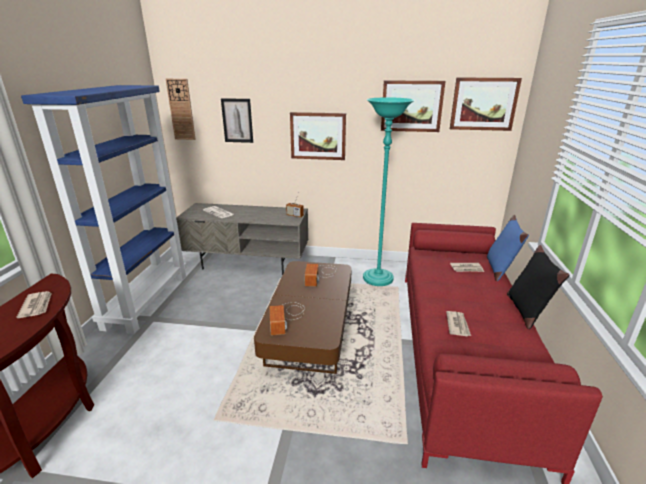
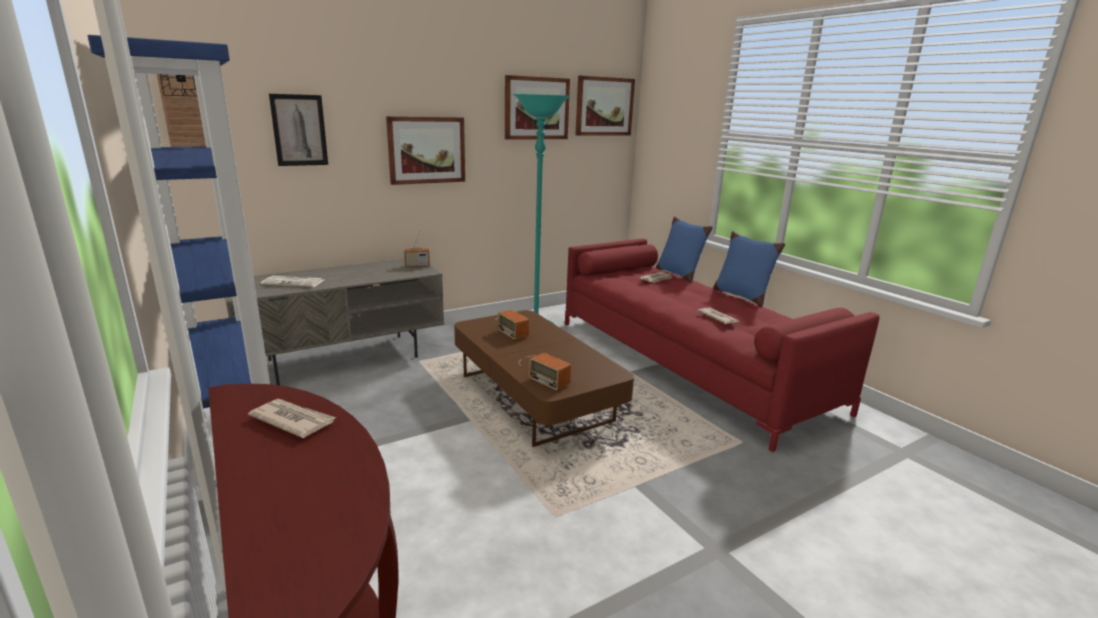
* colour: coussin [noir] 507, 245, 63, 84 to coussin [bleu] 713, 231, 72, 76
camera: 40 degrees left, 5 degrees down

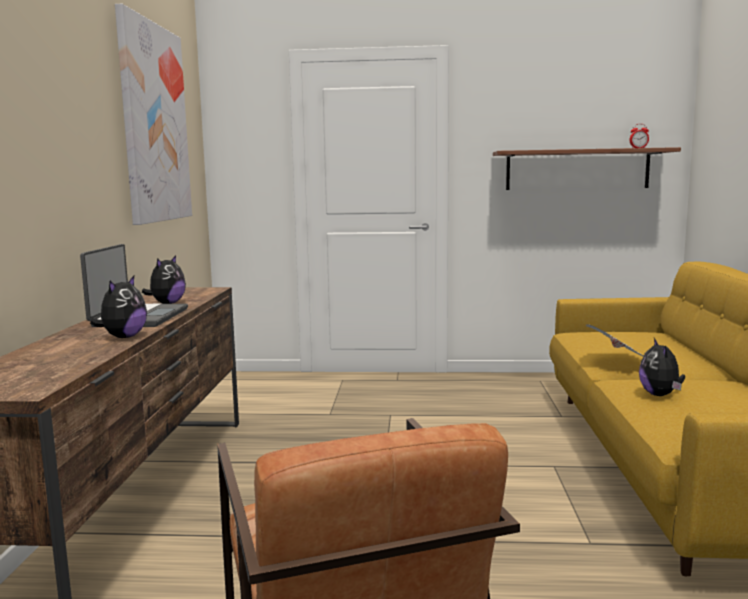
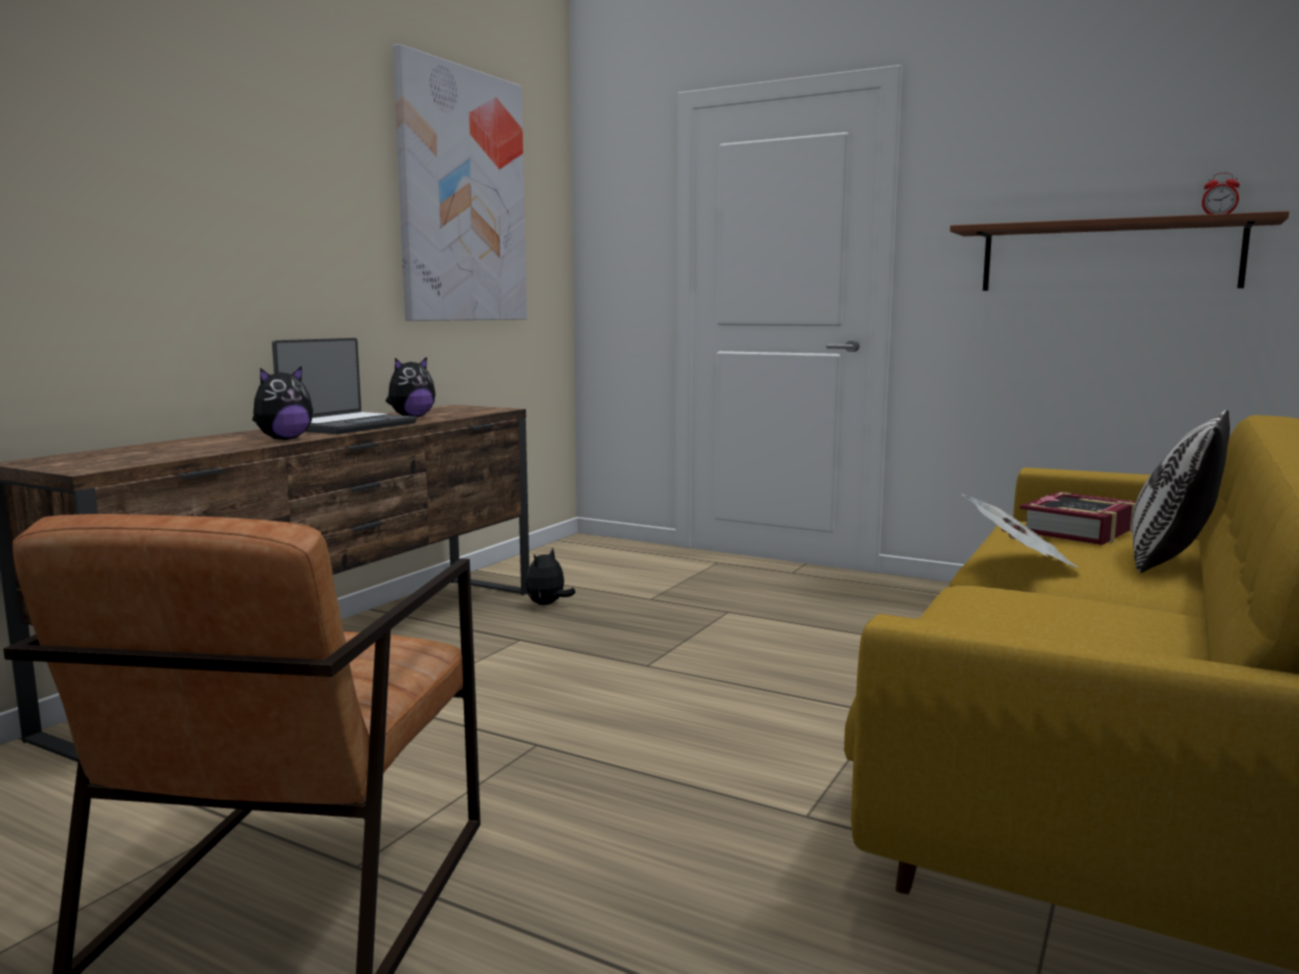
* appeared: livre 1020, 492, 116, 53
* appeared: coussin 1132, 410, 98, 163
* relocated: peluche 639, 338, 46, 58 to 525, 547, 51, 58
camera: 25 degrees right, 0 degrees up

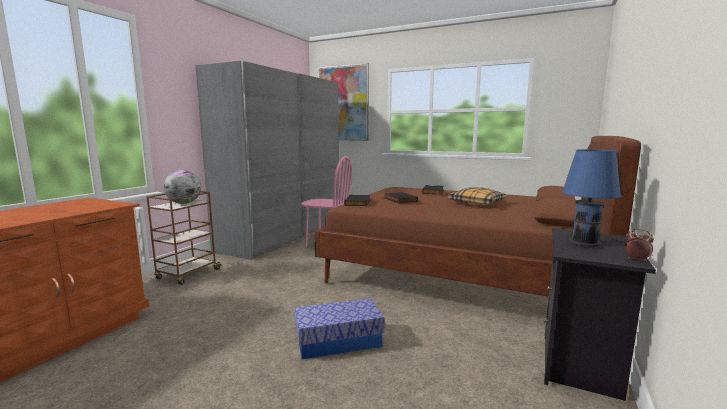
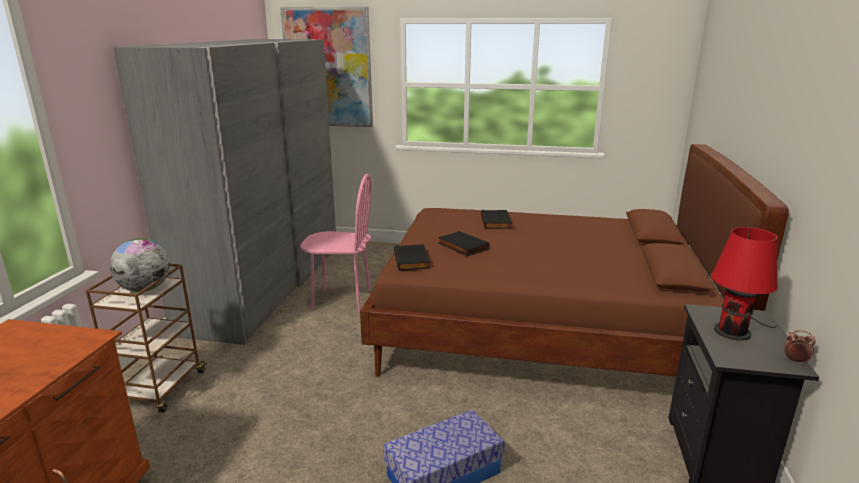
* missing: coussin 448, 187, 58, 19
* colour: lampe de table [bleu] 562, 149, 62, 98 to lampe de table [rouge] 711, 227, 67, 114
camera: 15 degrees left, 10 degrees up

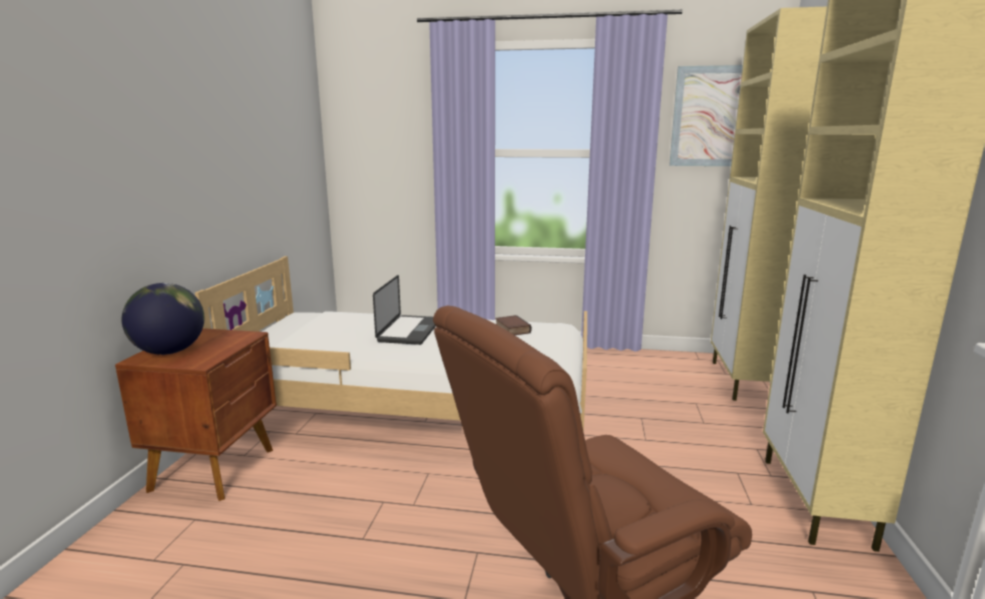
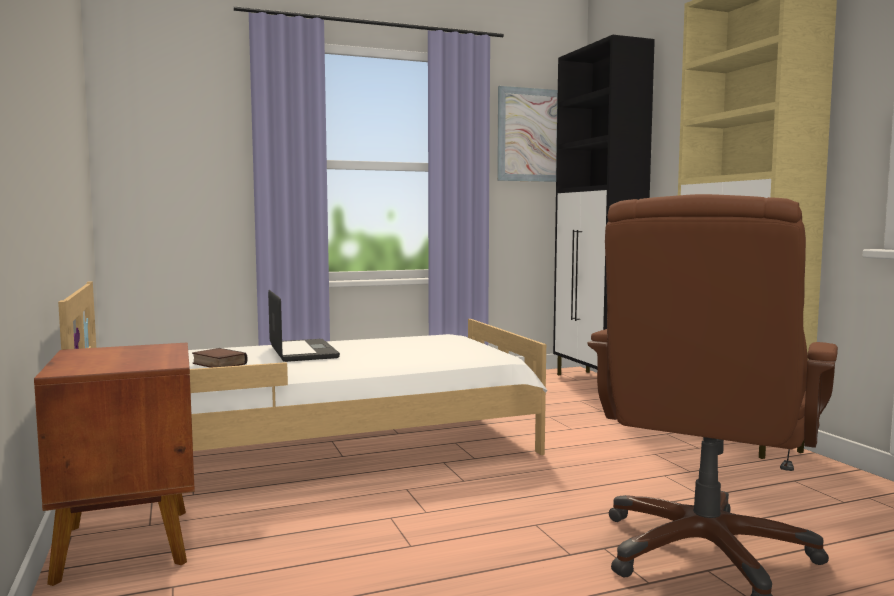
* missing: globe 122, 283, 82, 72
* relocated: livre 495, 315, 37, 20 to 192, 348, 56, 20
* colour: meuble de rangement [beige] 711, 7, 116, 394 to meuble de rangement [noir] 553, 35, 102, 340
camera: 30 degrees left, 10 degrees down

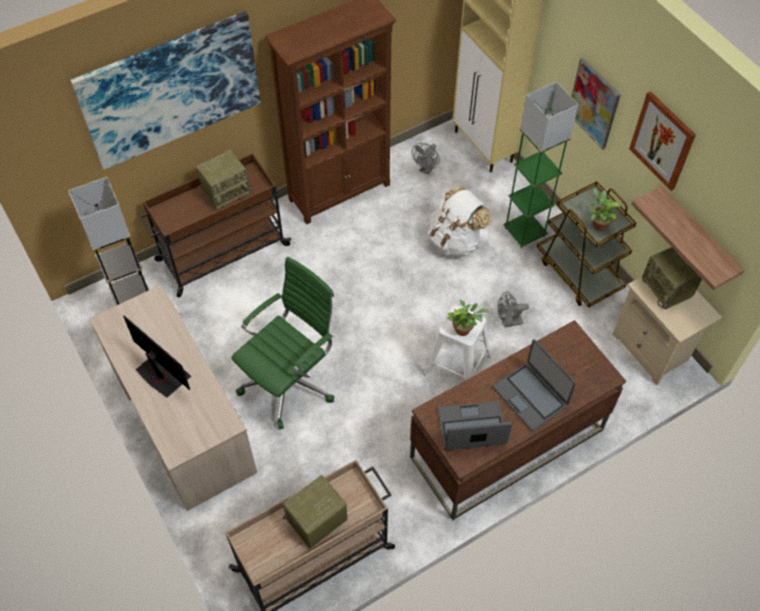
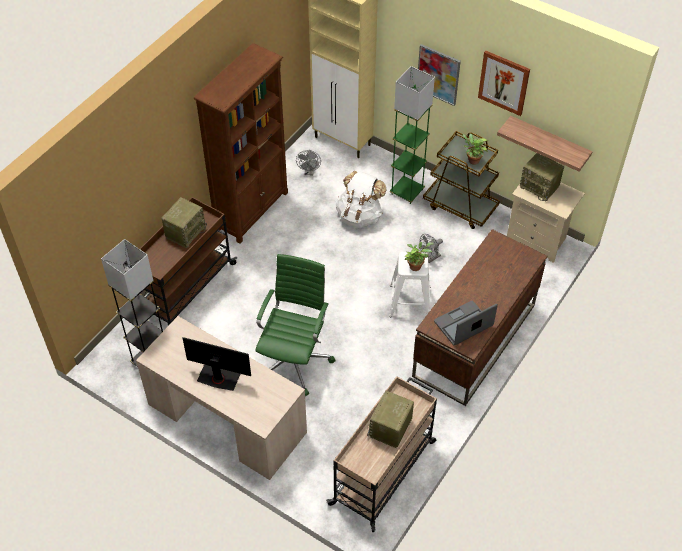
* missing: tableau 70, 11, 191, 159
* missing: ordinateur portable 493, 339, 83, 92
camera: 25 degrees left, 5 degrees down

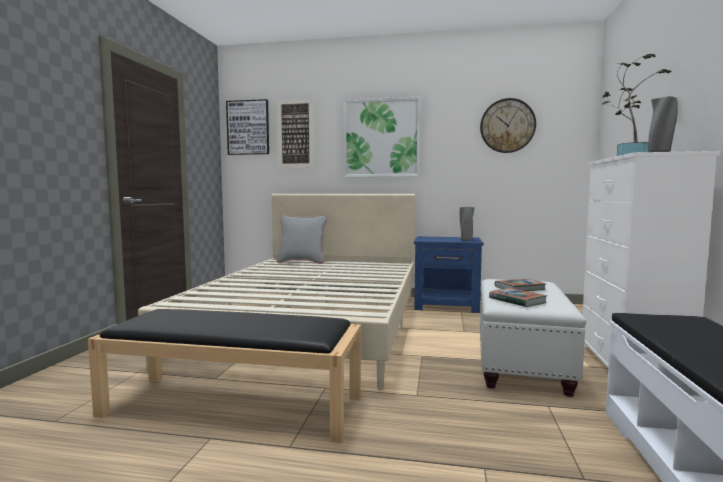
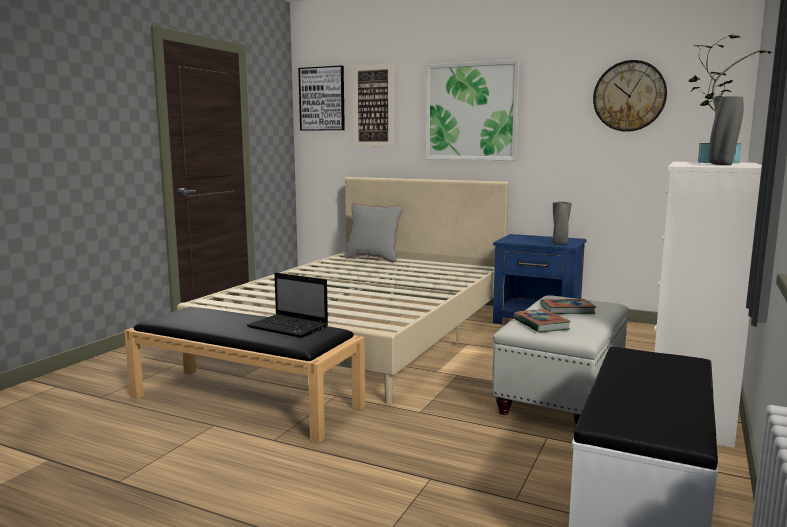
* appeared: ordinateur portable 247, 273, 81, 65
camera: 15 degrees right, 5 degrees up

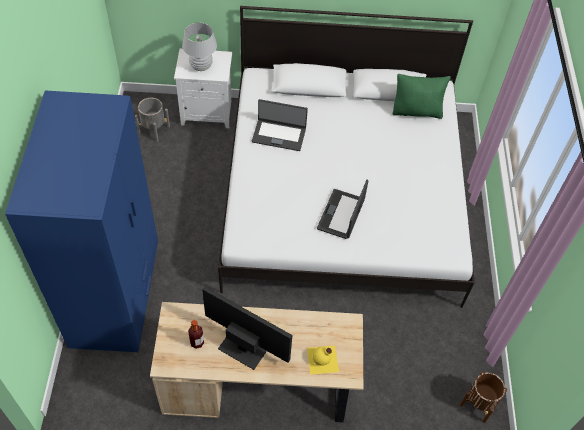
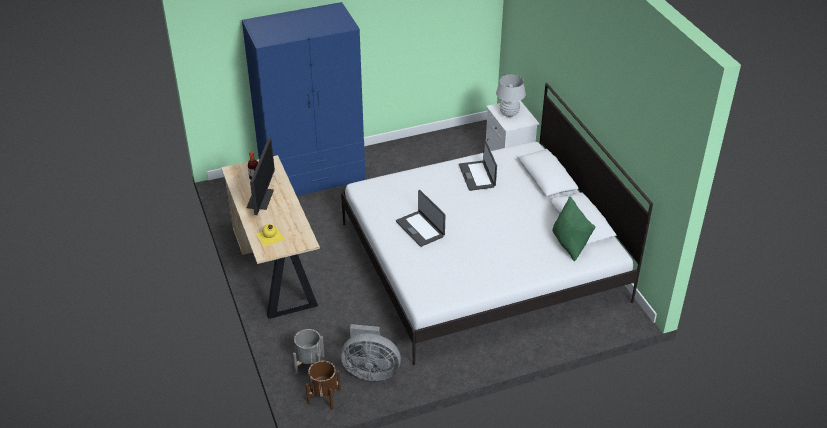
* appeared: ventilateur [gris] 341, 324, 60, 57
* relocated: cache-pot [gris] 135, 98, 35, 44 to 293, 329, 31, 45
* spun: ordinateur portable 317, 180, 51, 59 = 396, 190, 49, 57 120 degrees counterclockwise
camera: 70 degrees right, 15 degrees down

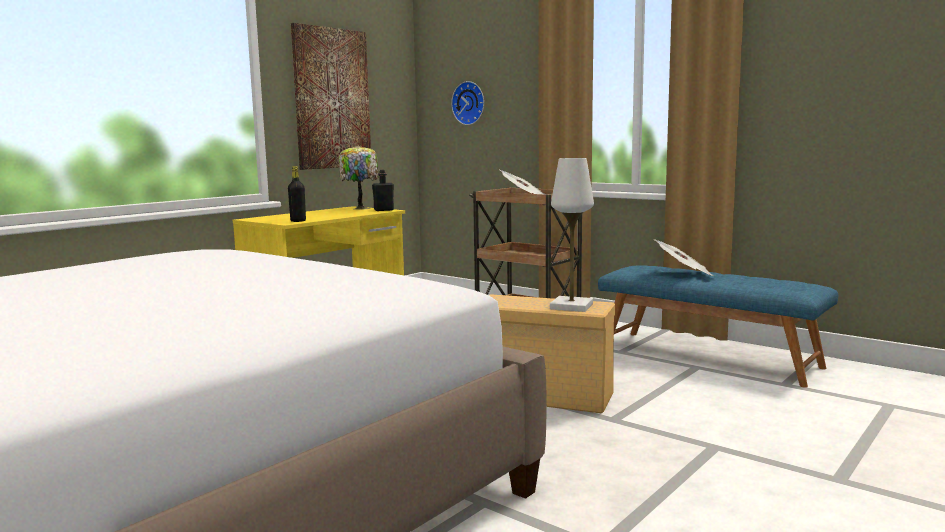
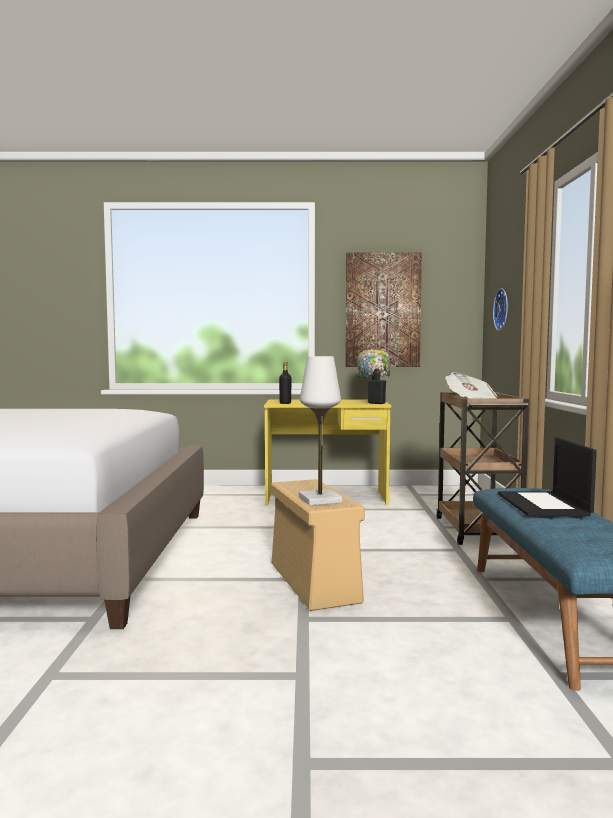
* exchanged: journal 653, 239, 60, 37 to ordinateur portable 498, 437, 99, 79
camera: 50 degrees right, 5 degrees down

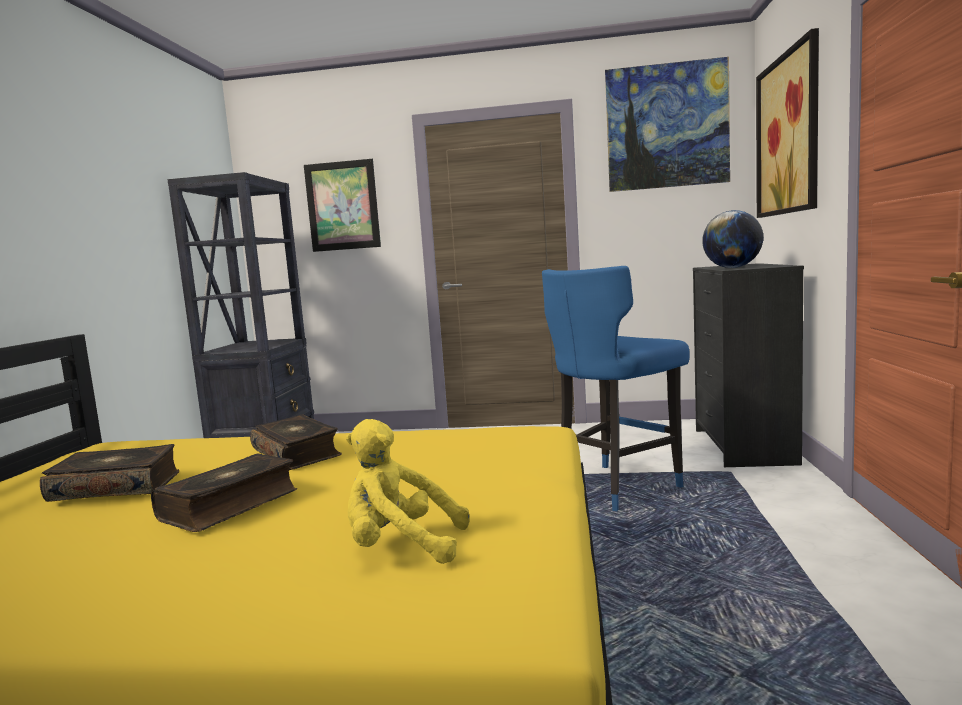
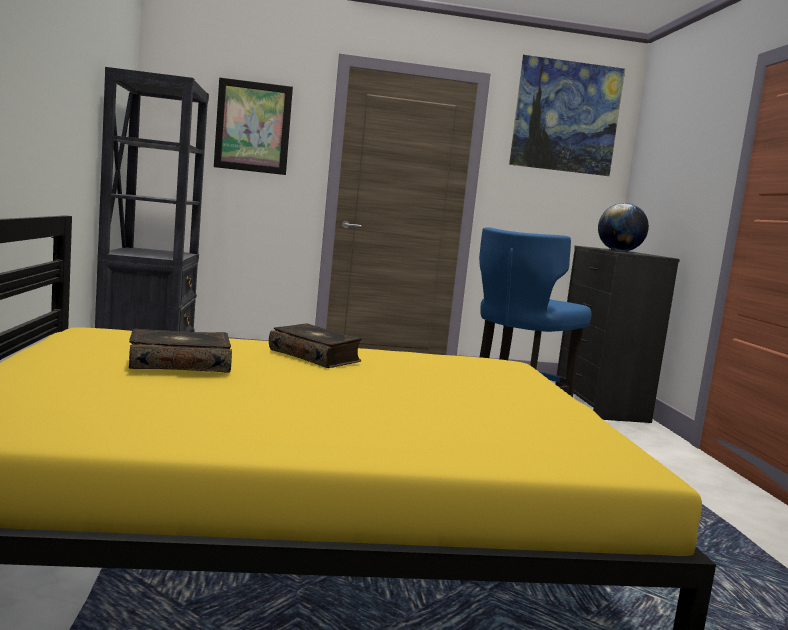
* missing: livre 151, 453, 146, 79
* missing: peluche [jaune] 346, 419, 123, 145
* missing: tableau 756, 28, 63, 190
camera: 15 degrees left, 0 degrees up

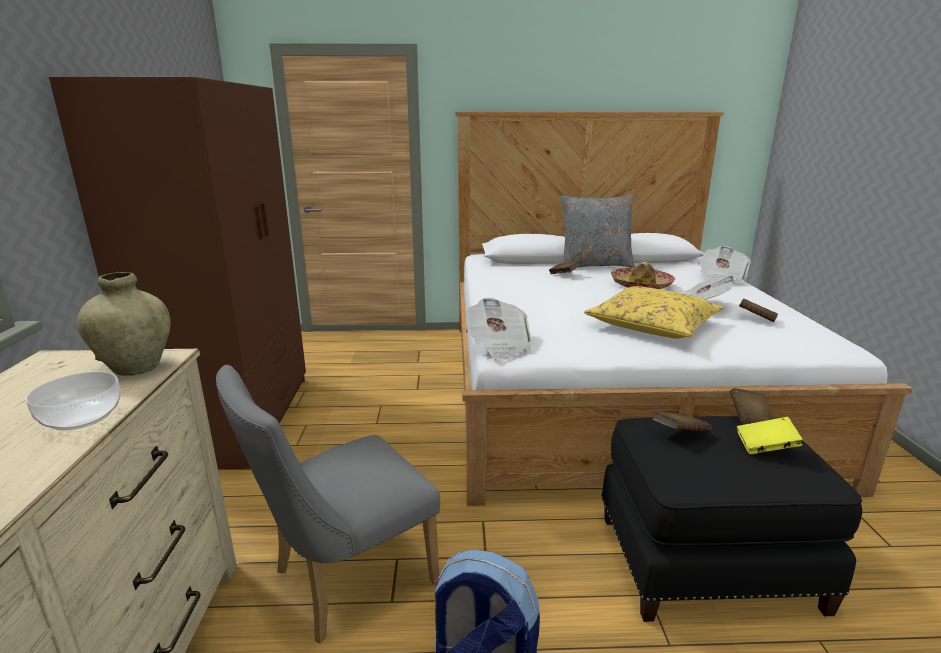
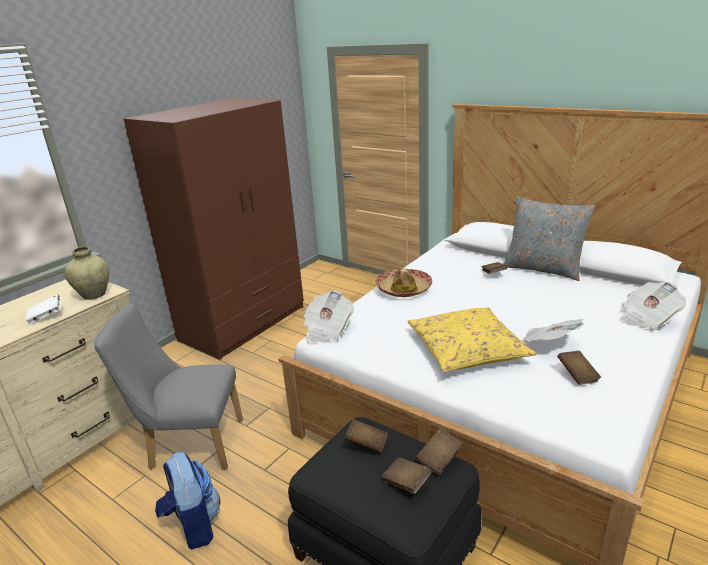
* relocated: chapeau 611, 262, 64, 27 to 375, 268, 57, 29
* exchanged: bol 26, 372, 95, 59 to livre [blanc] 26, 294, 35, 30
* colour: livre [jaune] 737, 417, 66, 37 to livre [marron] 382, 457, 50, 37
camera: 40 degrees right, 5 degrees up

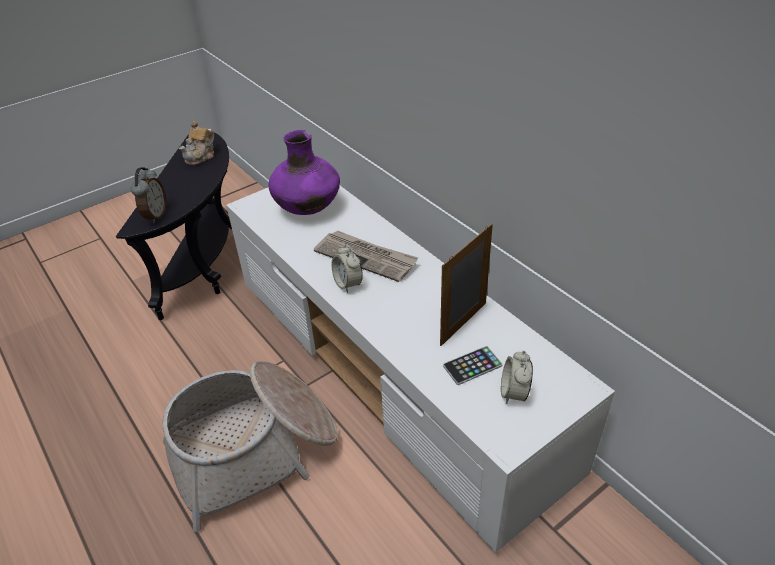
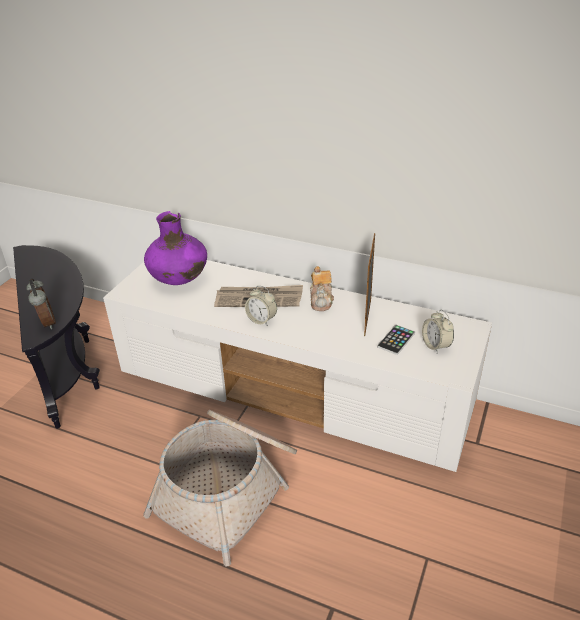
* relocated: théière 179, 121, 35, 44 to 310, 266, 24, 45
camera: 30 degrees left, 5 degrees down

